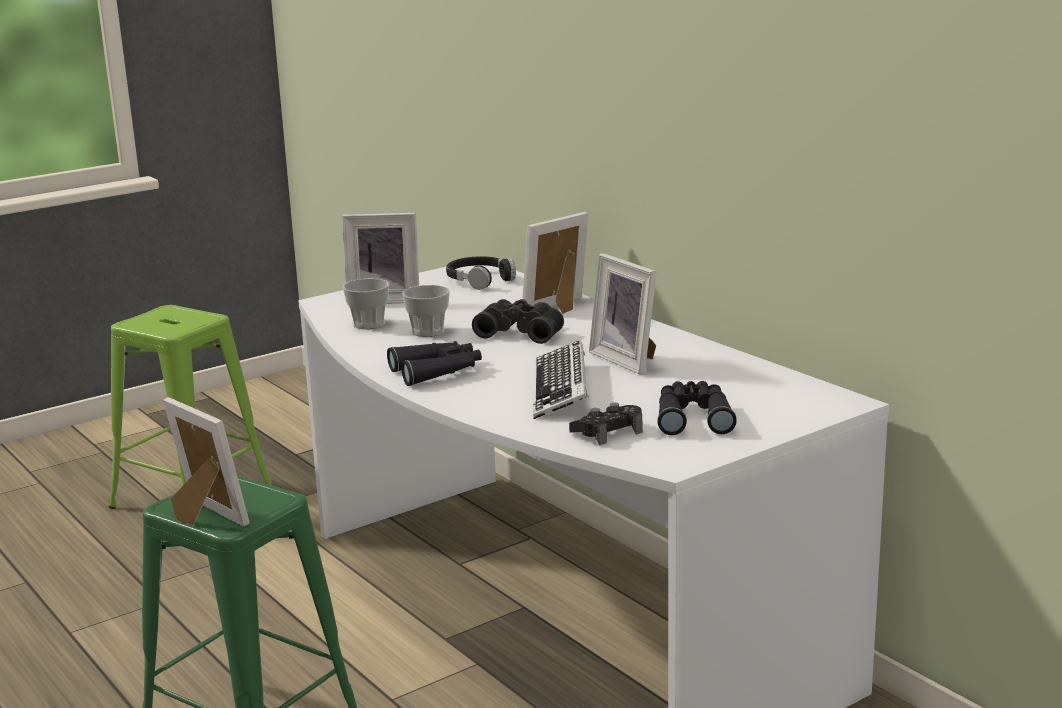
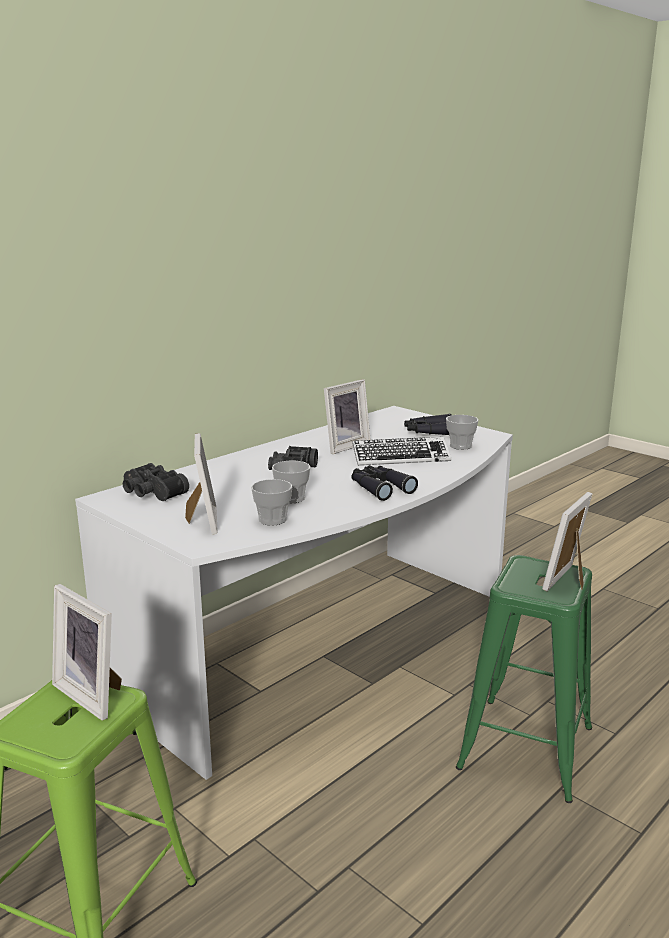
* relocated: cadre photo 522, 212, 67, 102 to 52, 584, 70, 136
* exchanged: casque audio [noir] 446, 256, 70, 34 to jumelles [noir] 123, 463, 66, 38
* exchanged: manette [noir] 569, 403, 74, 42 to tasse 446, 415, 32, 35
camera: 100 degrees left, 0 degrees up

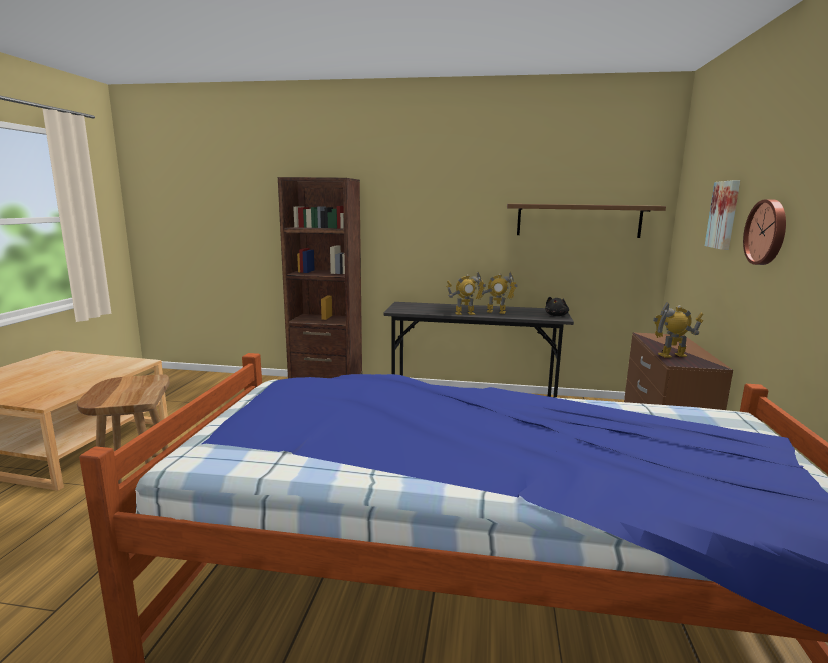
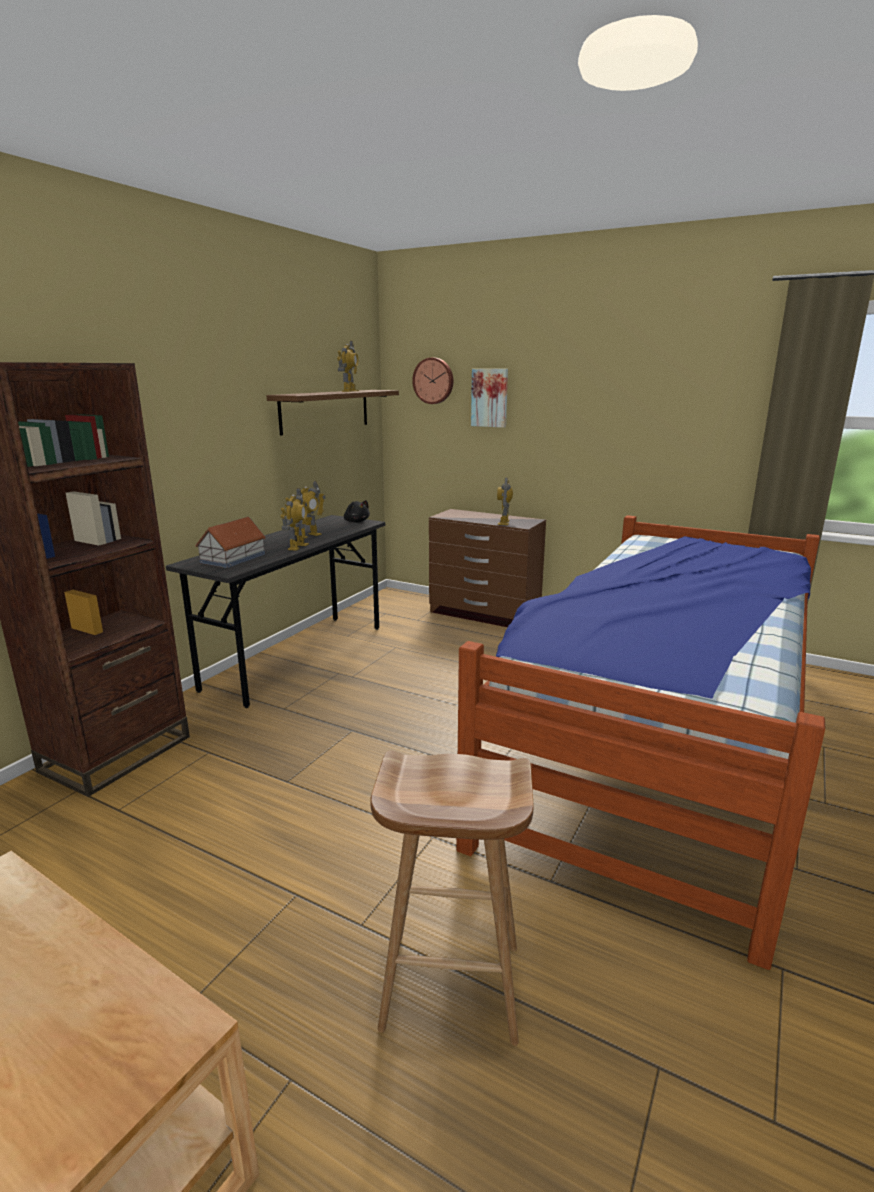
* appeared: maison miniature 195, 517, 71, 51
* appeared: robot jouet 337, 341, 22, 51
* relocated: horloge murale 743, 199, 43, 66 to 412, 358, 41, 46
camera: 70 degrees left, 5 degrees up

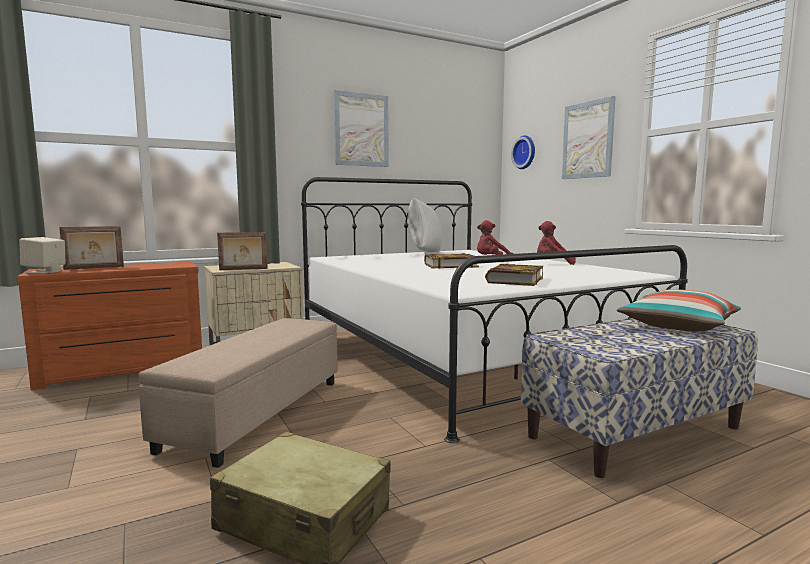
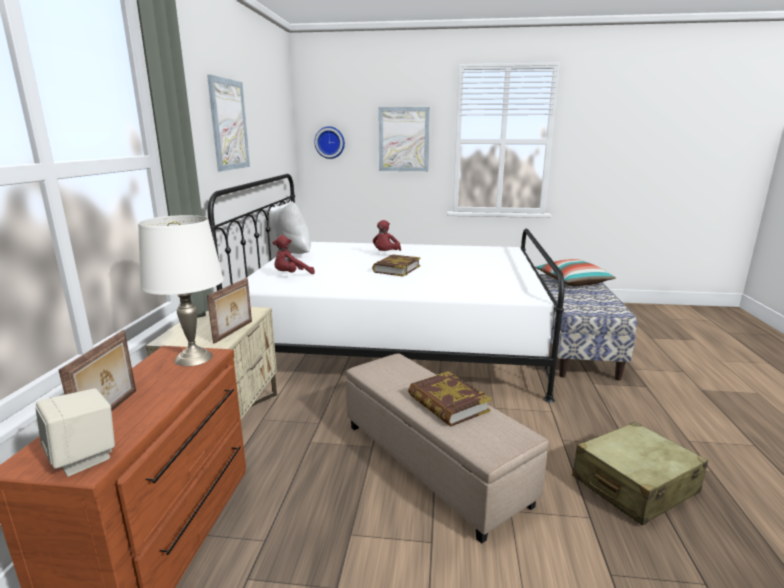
* appeared: lampe de table [blanc] 138, 215, 86, 151
* relocated: livre 485, 264, 58, 22 to 408, 371, 84, 55
* relocated: peluche [rouge] 537, 221, 39, 44 to 273, 235, 42, 39
camera: 55 degrees left, 10 degrees up

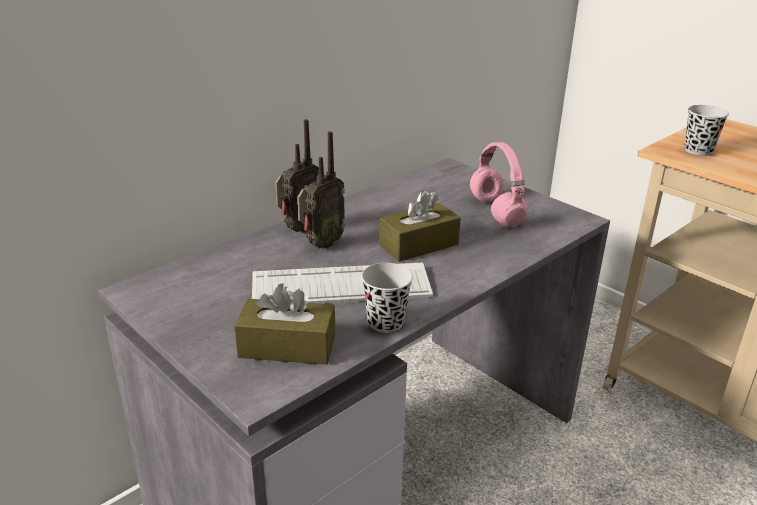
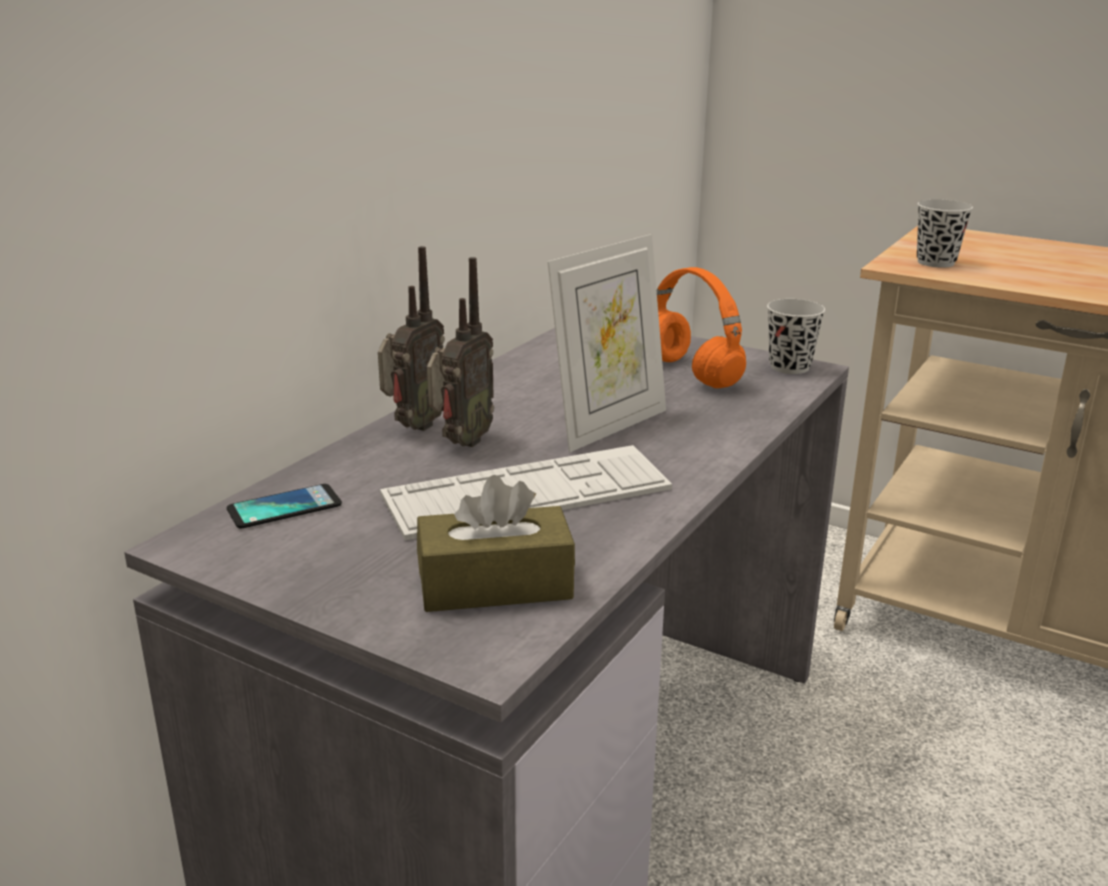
* appeared: téléphone 227, 484, 115, 45
* relocated: tasse [noir] 361, 263, 52, 70 to 767, 299, 58, 75
* exchanged: boîte à mouchoirs [marron] 379, 190, 82, 72 to cadre photo 547, 234, 119, 218
* colour: casque audio [rose] 470, 142, 58, 85 to casque audio [orange] 657, 267, 89, 121
camera: 15 degrees left, 5 degrees down

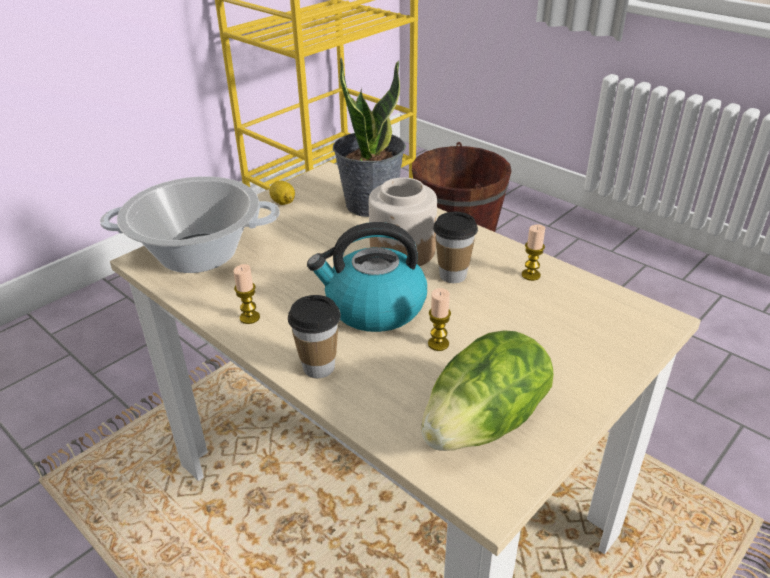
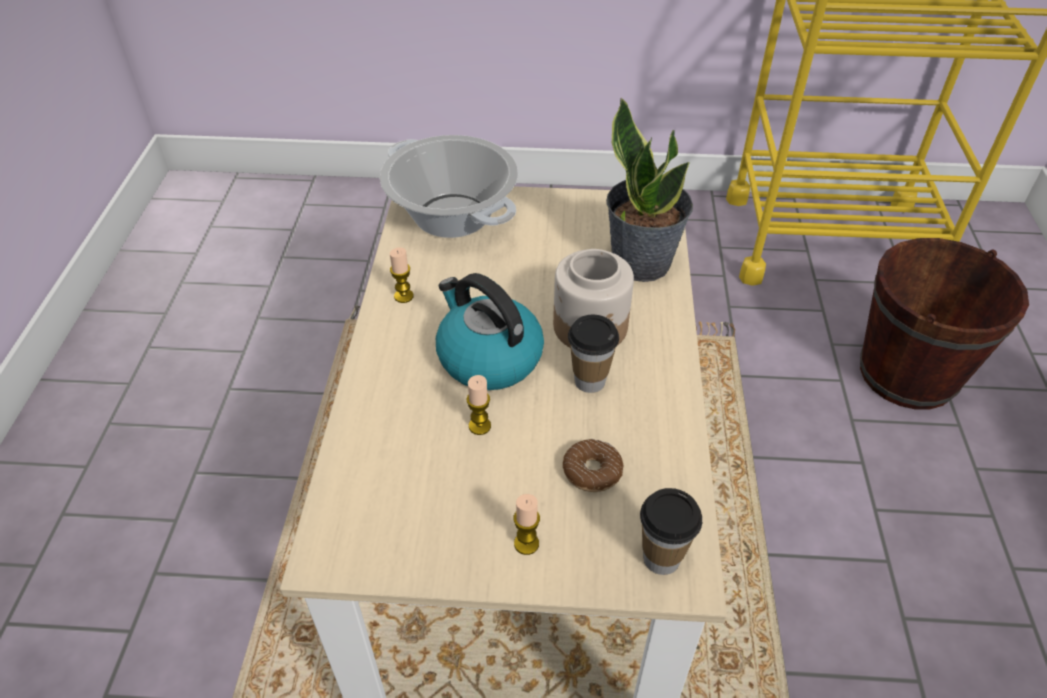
* missing: citron 269, 181, 26, 24
* missing: laitue 421, 330, 132, 121
* appeared: beignet 563, 439, 60, 53
* relocated: tasse 288, 295, 53, 83 to 640, 488, 62, 87
* relocated: bougie 522, 225, 23, 56 to 514, 494, 26, 61
camera: 50 degrees right, 10 degrees up

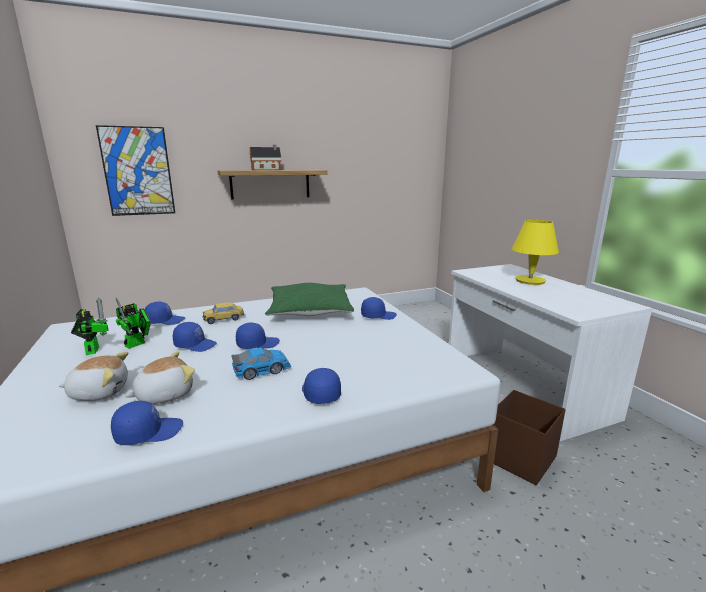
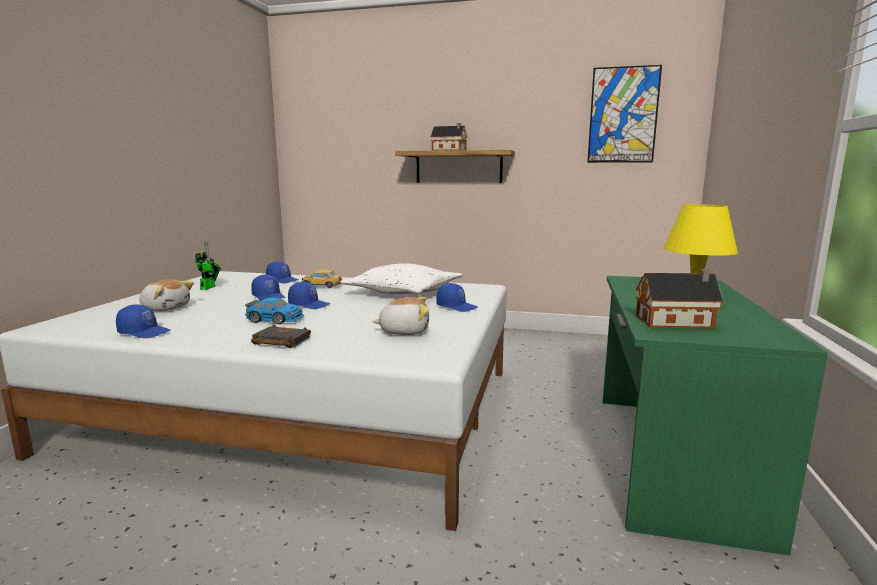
* missing: robot jouet 116, 298, 35, 51
* missing: boîte de rangement [marron] 493, 390, 73, 95
* appeared: maison miniature 636, 269, 87, 60
* relocated: tableau 96, 125, 79, 91 to 587, 65, 75, 98
* relocated: peluche 125, 352, 70, 52 to 372, 297, 57, 38
* exchanged: casquette [bleu] 302, 368, 39, 36 to livre [noir] 251, 324, 60, 24
* colour: coussin [vert] 265, 283, 89, 33 to coussin [blanc] 341, 263, 122, 31
* colour: bureau [blanc] 449, 264, 203, 177 to bureau [vert] 603, 276, 225, 280
camera: 35 degrees right, 5 degrees down

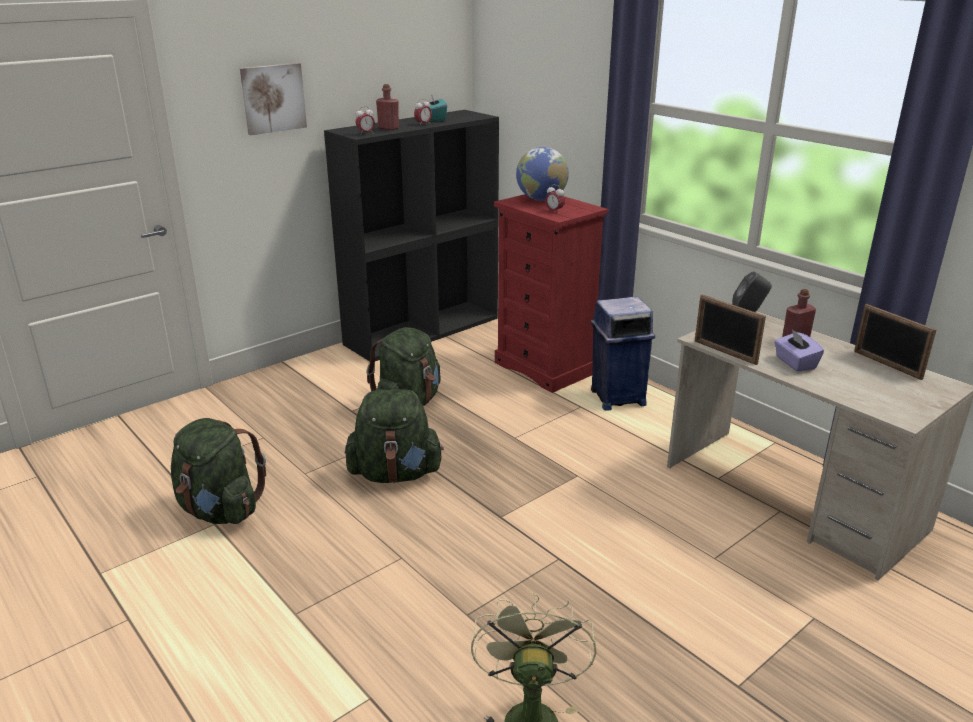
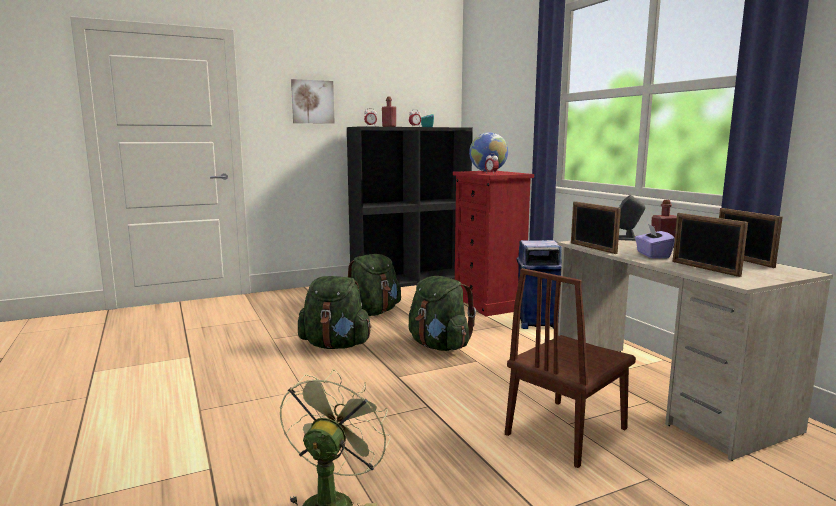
* appeared: chaise [marron] 505, 268, 131, 200
* appeared: cadre photo 673, 213, 75, 64
* relocated: sac à dos [vert] 171, 418, 95, 106 to 409, 276, 67, 75
camera: 15 degrees right, 15 degrees down

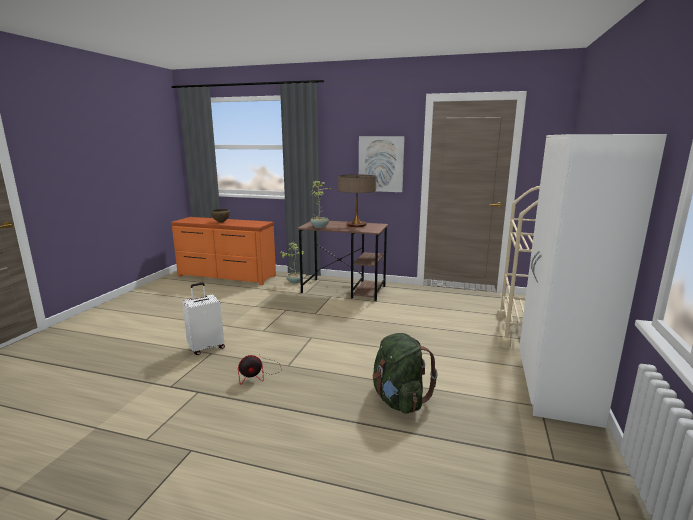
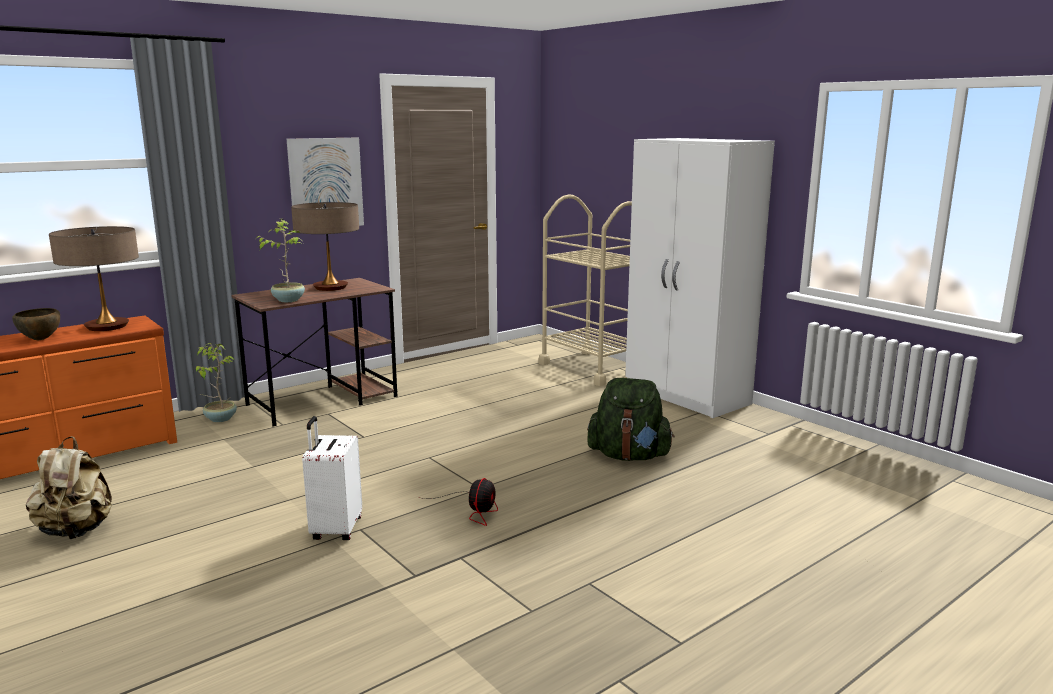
* appeared: sac à dos [beige] 26, 436, 86, 103
* appeared: lampe de table 49, 226, 90, 105
camera: 55 degrees left, 0 degrees up

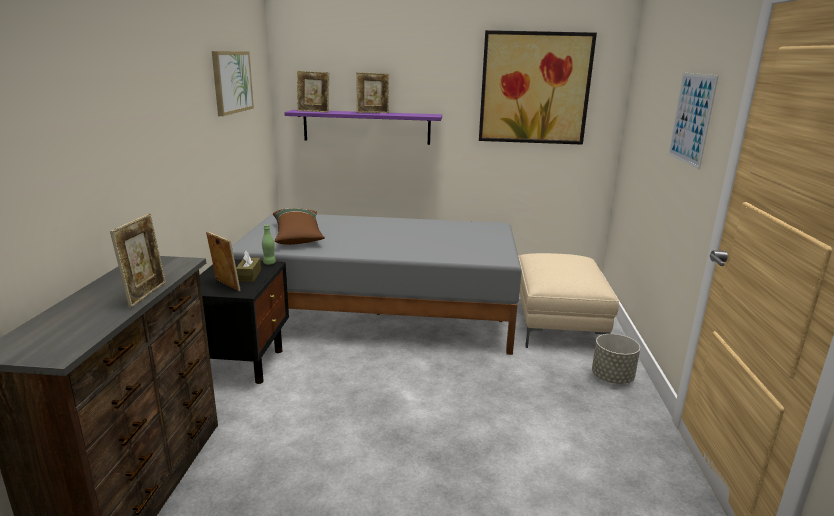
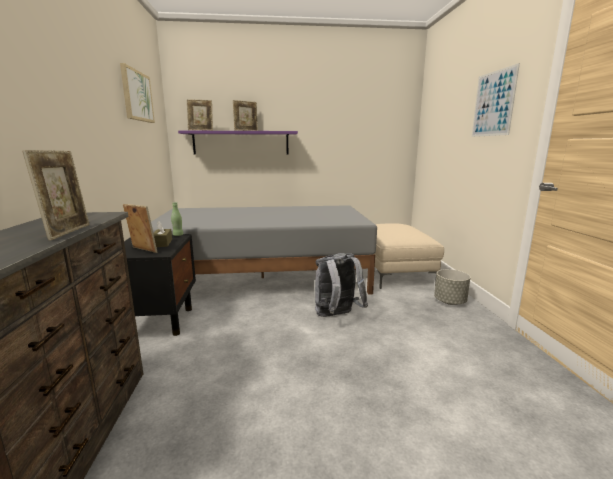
* missing: coussin [marron] 273, 208, 52, 37
* missing: tableau 479, 30, 118, 115
* appeared: sac à dos [gris] 315, 253, 53, 64
camera: 10 degrees left, 5 degrees down

